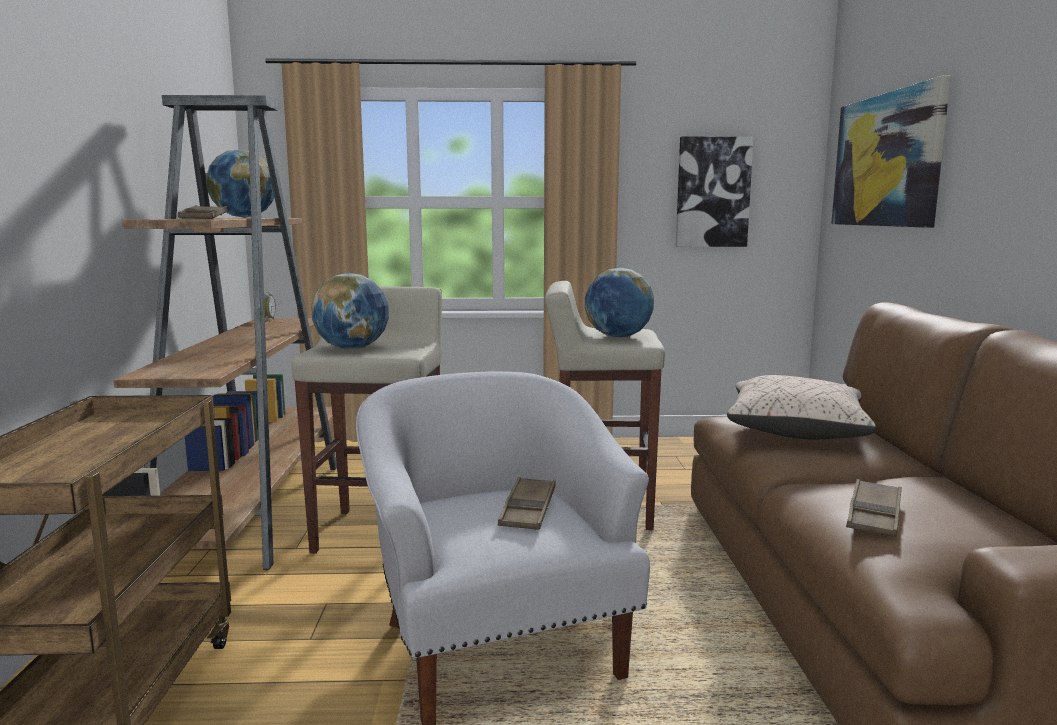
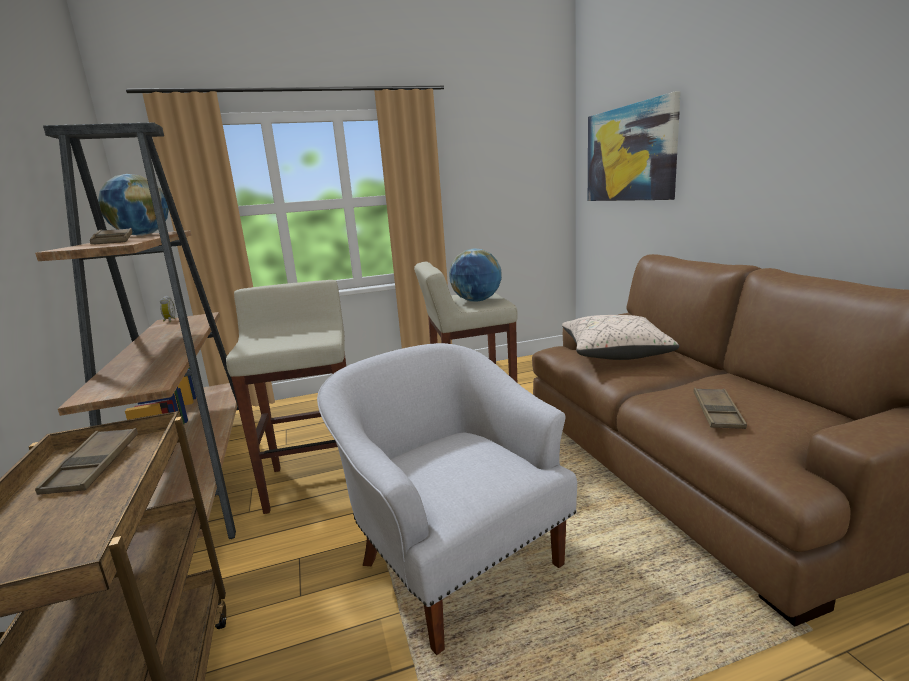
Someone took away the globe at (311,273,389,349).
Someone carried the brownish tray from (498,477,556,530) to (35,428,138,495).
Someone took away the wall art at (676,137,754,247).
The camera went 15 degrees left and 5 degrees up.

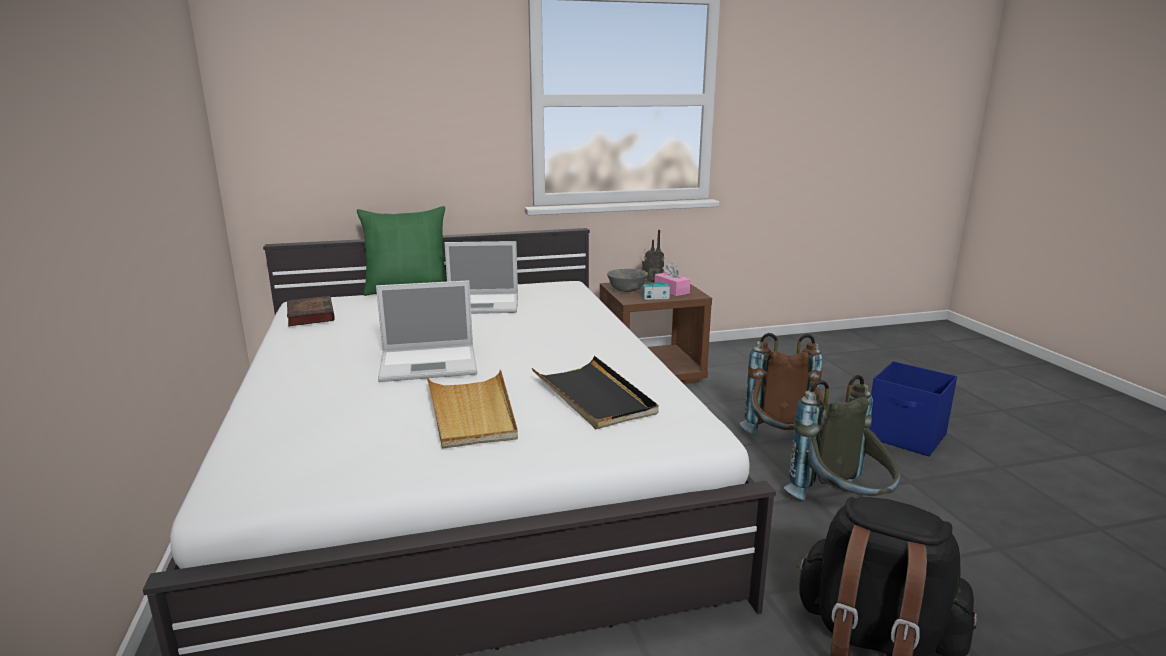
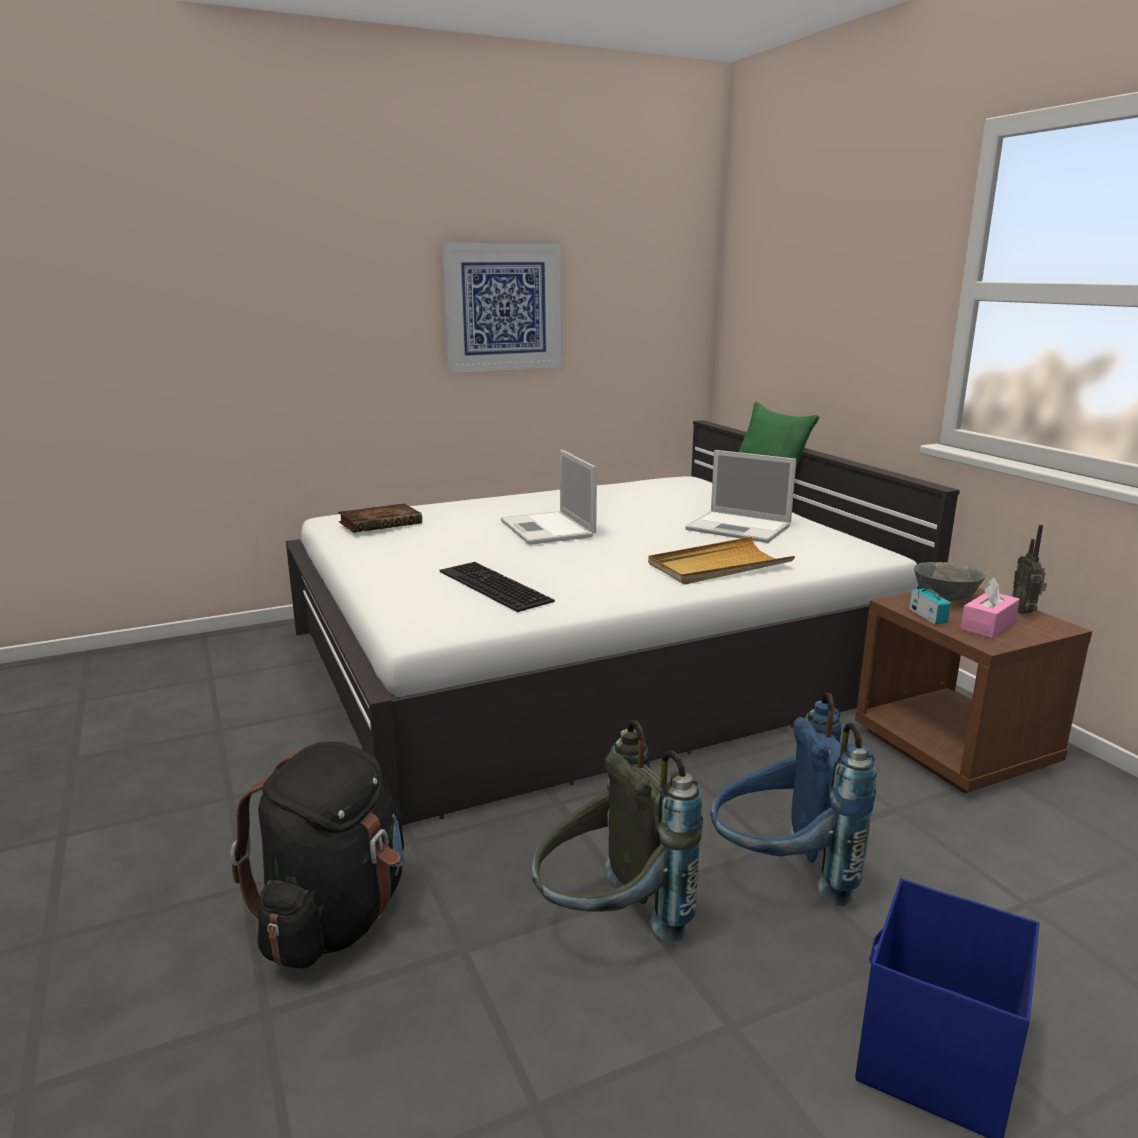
Someone carried the book from (287,296,335,326) to (338,504,422,533).
Someone carried the beige tray from (427,370,518,449) to (648,537,795,585).
Someone rotated the laptop at (444,241,518,314) by 45 degrees counterclockwise.
Someone swapped the blackish tray at (532,356,659,429) for the computer keyboard at (440,562,555,612).
Someone repainted the brownish knapsack at (740,333,824,435), which became the blue-coloured knapsack at (710,692,876,906).
Someone put up the wall art at (442,243,561,373).
The camera went 80 degrees right and 0 degrees up.

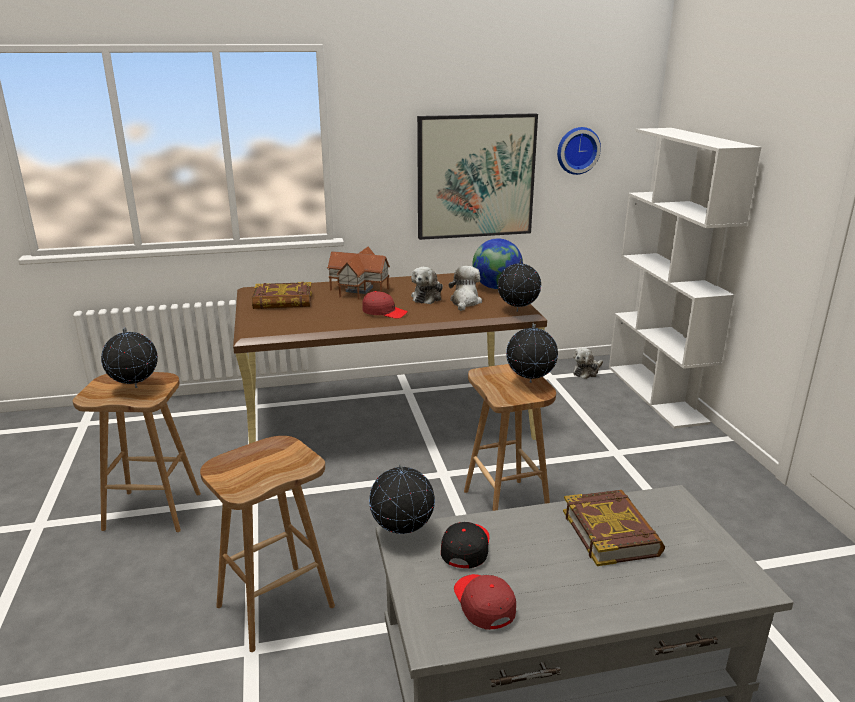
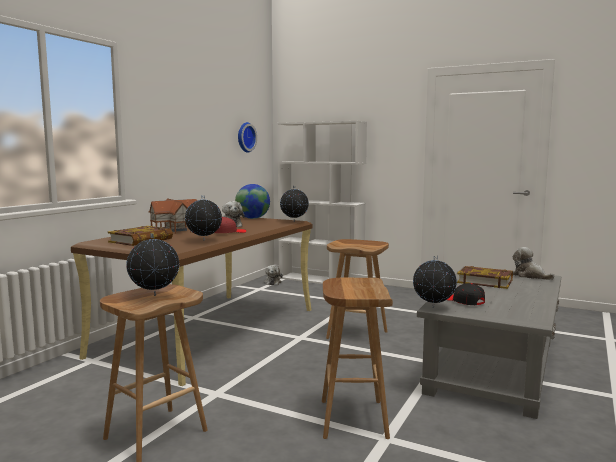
Someone took away the wall art at (417,113,538,240).
Someone carried the soft toy from (449,266,482,311) to (513,247,555,280).
Someone took away the red peaked cap at (454,574,516,630).
Someone carried the globe from (506,323,558,383) to (185,195,222,241).
The camera went 50 degrees left and 15 degrees down.

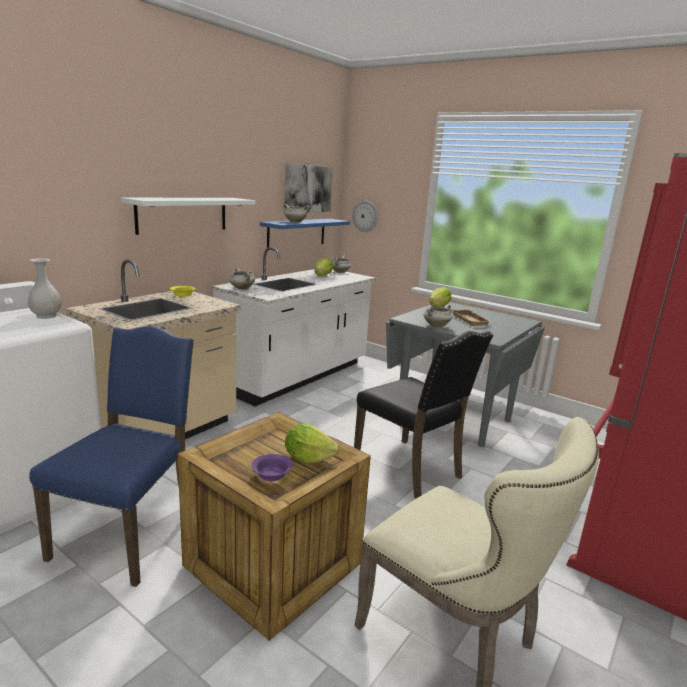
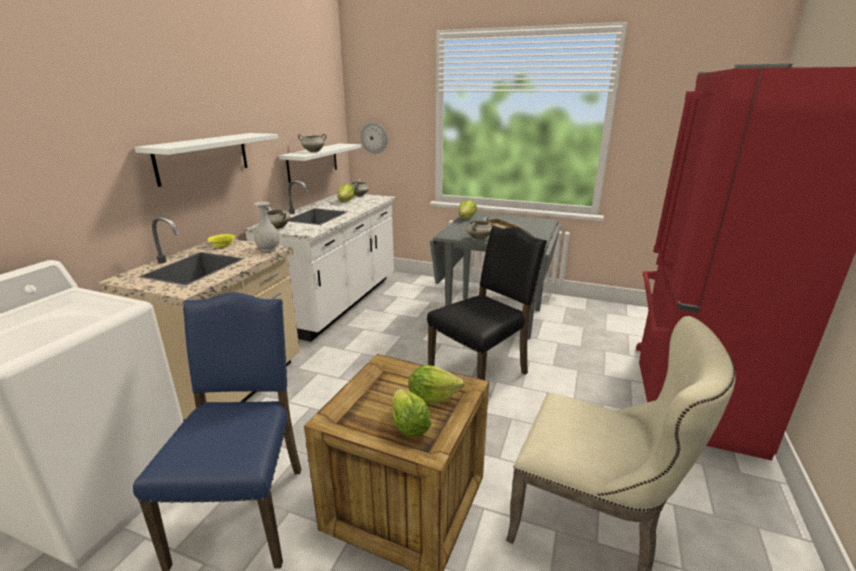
Someone carried the white-coloured vase from (28,258,62,319) to (254,202,280,252).
Someone swapped the purple-coloured bowl at (251,454,292,481) for the lettuce at (392,389,431,437).
Someone repainted the blue-coloured wall shelf at (260,219,350,248), which became the white-coloured wall shelf at (279,143,361,183).
Someone took away the wall art at (284,164,333,213).
Someone rotated the blackish plain chair at (354,331,493,498) by 75 degrees counterclockwise.
The camera went 15 degrees left and 5 degrees up.

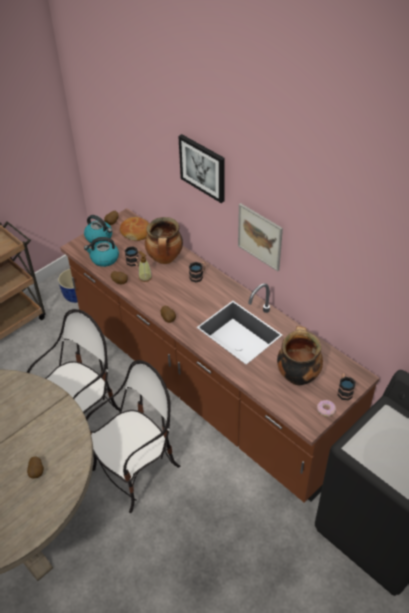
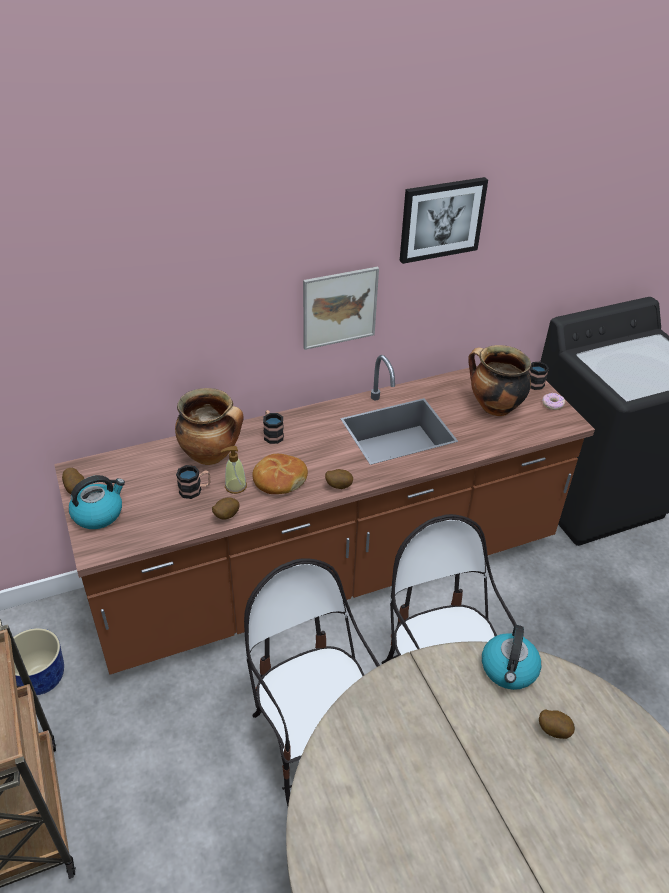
Someone carried the tea kettle from (84,237,119,267) to (482,625,541,690).
Someone carried the bread from (120,217,149,241) to (252,454,308,494).
Someone carried the wall art from (178,134,225,203) to (400,177,488,264).
The camera went 70 degrees left and 5 degrees down.

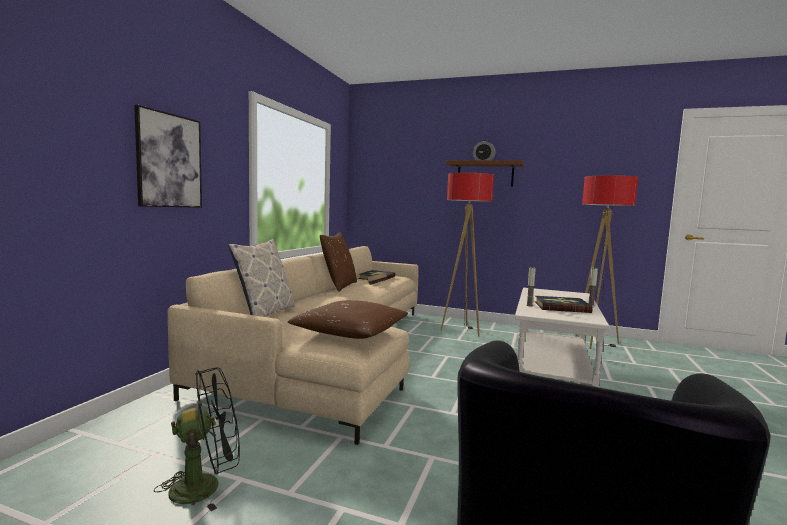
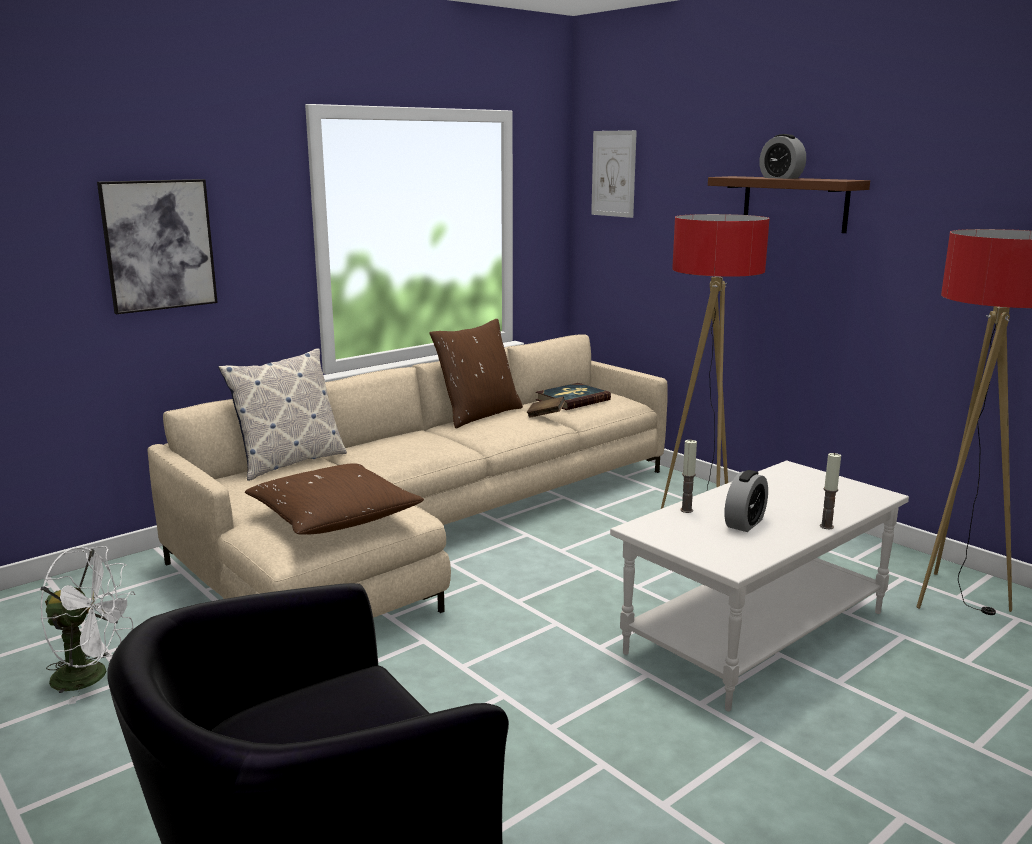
Someone repainted the blackish fan at (154,367,240,511), which became the white-coloured fan at (40,546,135,705).
Someone swapped the book at (535,296,592,313) for the bedside clock at (724,470,768,532).
Someone put up the wall art at (591,130,637,218).
The camera went 30 degrees right and 10 degrees up.

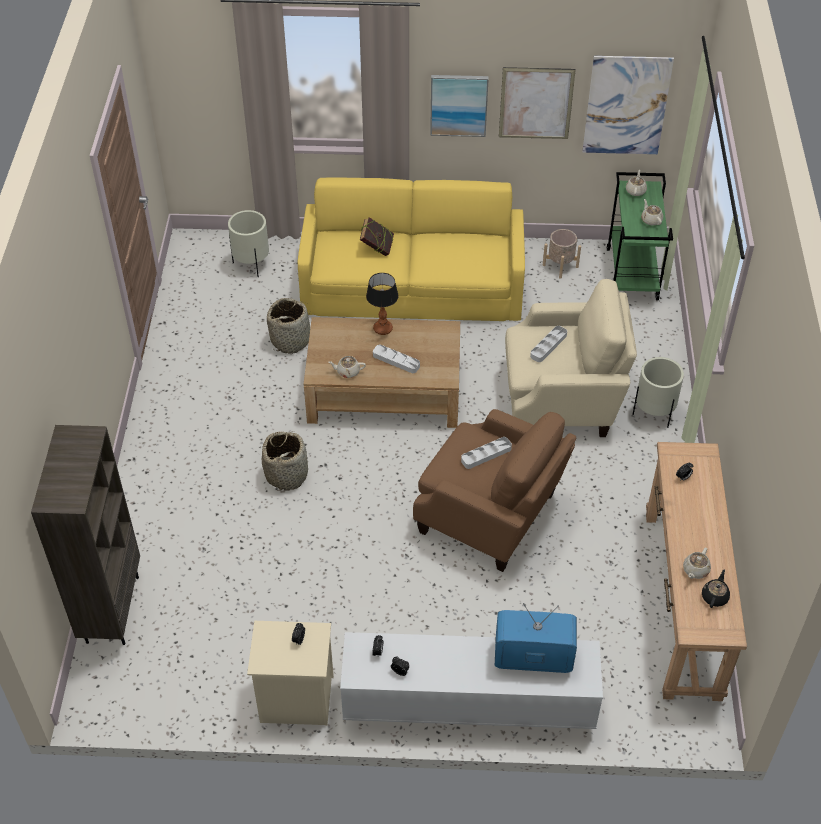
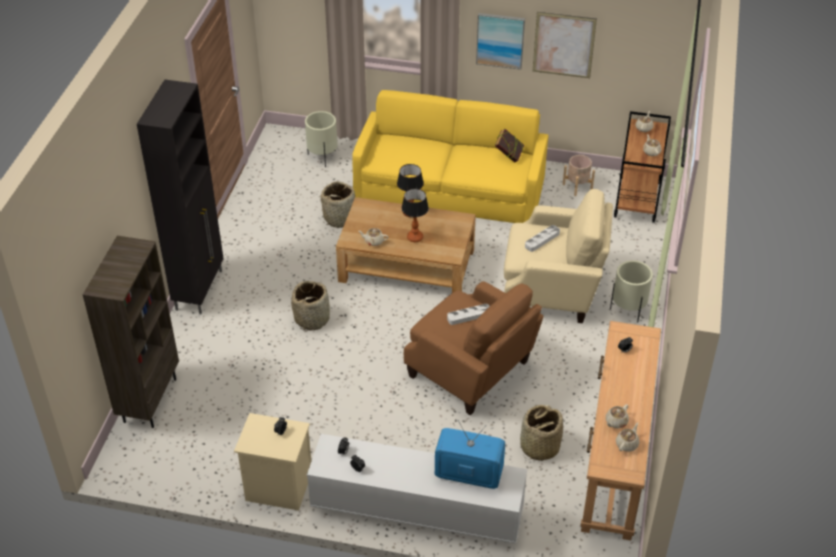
Someone carried the book from (360,217,394,256) to (495,129,524,162).
Someone swapped the grey tray at (373,344,420,373) for the tabletop lamp at (401,189,429,242).
Someone took away the wall art at (582,56,674,154).
Someone repainted the green trolley at (607,172,673,301), which became the brownish trolley at (614,111,671,223).
Someone repainted the blackish tea pot at (702,570,730,608), which became the beige tea pot at (616,423,639,452).
Someone put down the blackish cupboard at (137,80,224,314).
Someone put down the storage basket at (520,405,563,461).
The camera went 10 degrees right and 5 degrees down.

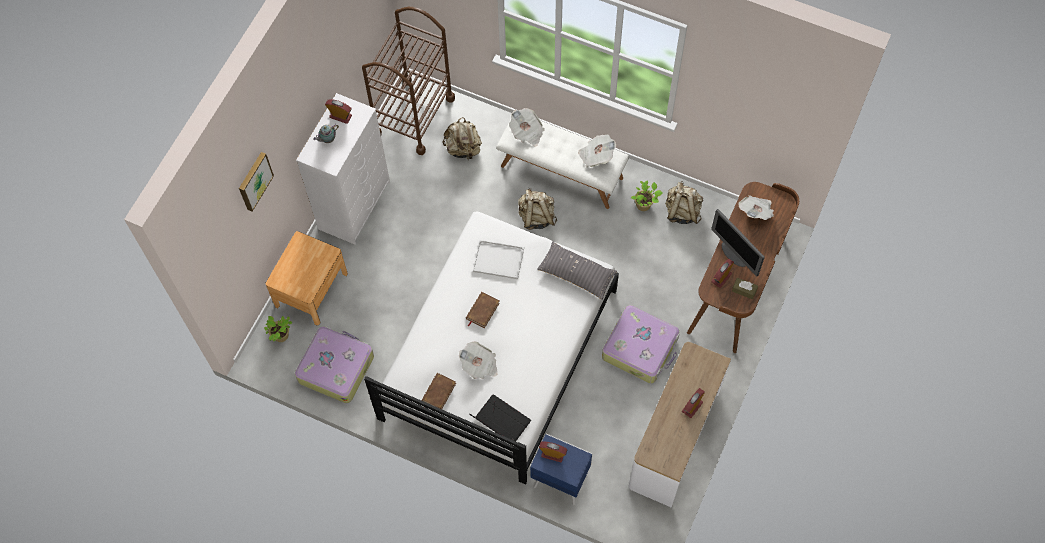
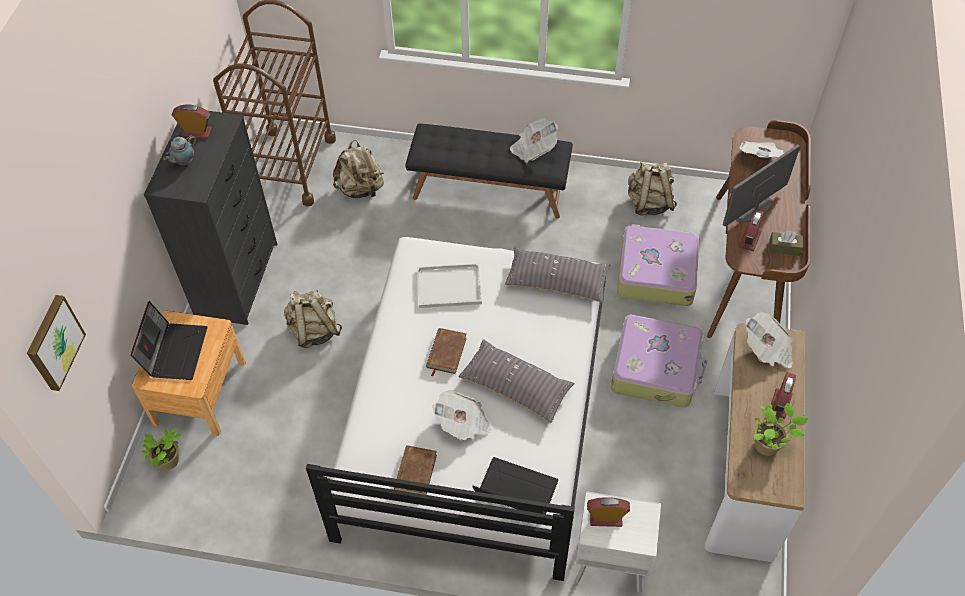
Someone carried the wall art from (239,152,274,212) to (27,295,86,391).
Someone carried the travel case from (295,326,374,403) to (617,224,699,306).
Someone repainted the white-coloured dresser at (296,93,390,244), which became the blackish dresser at (144,111,277,325).
Someone repainted the white-coloured bench at (496,120,629,209), which became the blackish bench at (405,123,573,219).
Someone carried the daily paper from (509,108,545,147) to (745,312,793,368).
Someone carried the beige knapsack from (518,188,557,230) to (284,290,342,348).
Someone repainted the blue-coloured night table at (530,434,593,505), which became the white-coloured night table at (575,491,661,593).
Someone carried the houseplant from (631,181,662,211) to (754,403,809,456).
Someone rotated the monitor at (711,209,765,277) by 105 degrees clockwise.
Someone put down the laptop at (131,301,208,380).
Someone put down the grey cushion at (459,339,575,423).
The camera went 15 degrees left and 10 degrees down.

